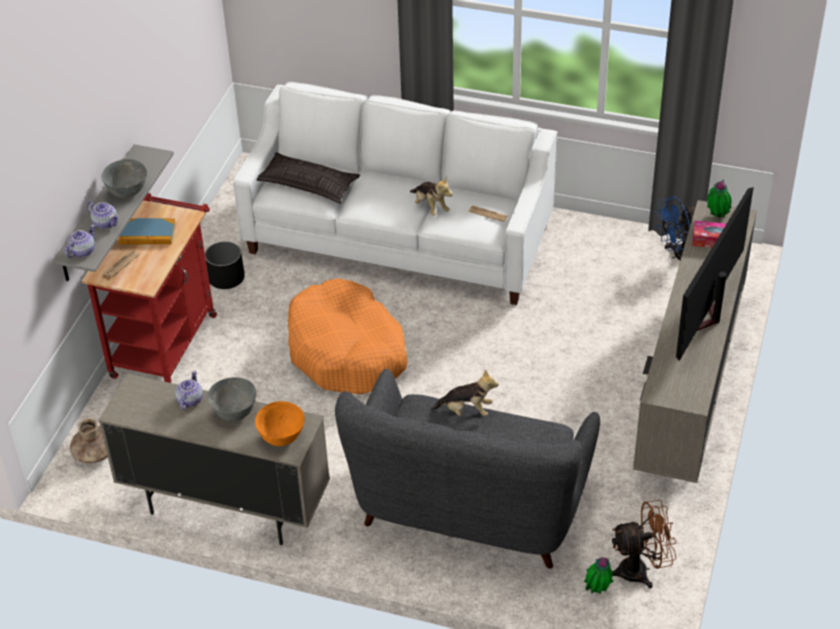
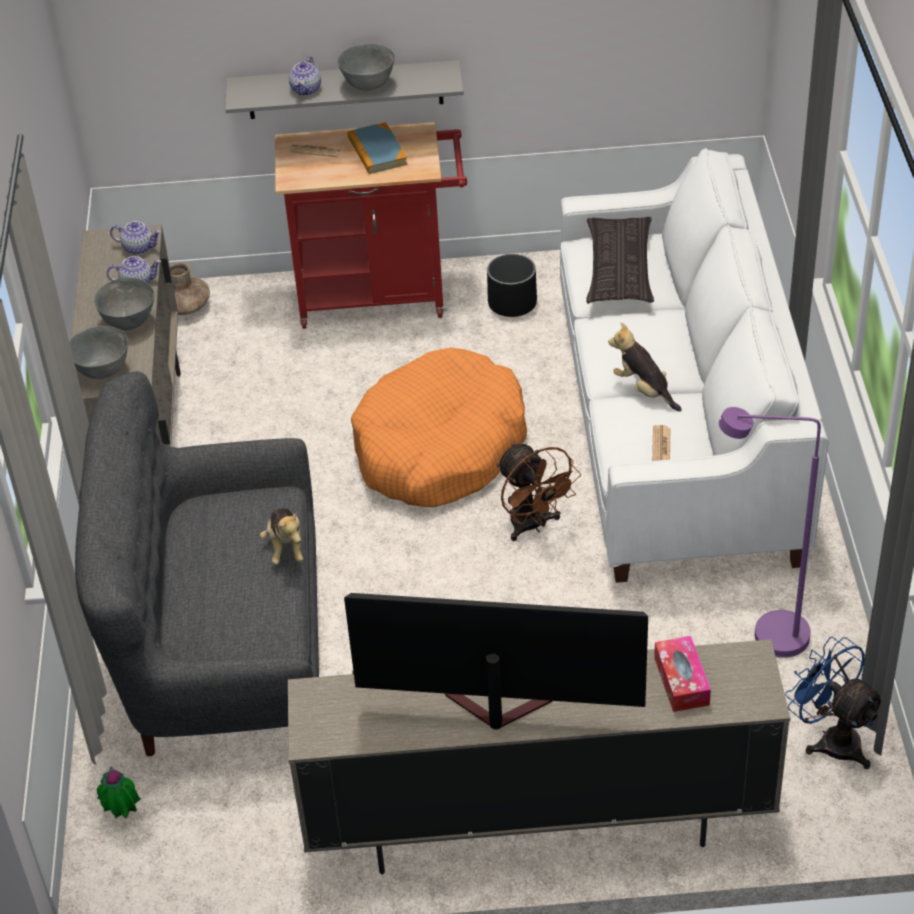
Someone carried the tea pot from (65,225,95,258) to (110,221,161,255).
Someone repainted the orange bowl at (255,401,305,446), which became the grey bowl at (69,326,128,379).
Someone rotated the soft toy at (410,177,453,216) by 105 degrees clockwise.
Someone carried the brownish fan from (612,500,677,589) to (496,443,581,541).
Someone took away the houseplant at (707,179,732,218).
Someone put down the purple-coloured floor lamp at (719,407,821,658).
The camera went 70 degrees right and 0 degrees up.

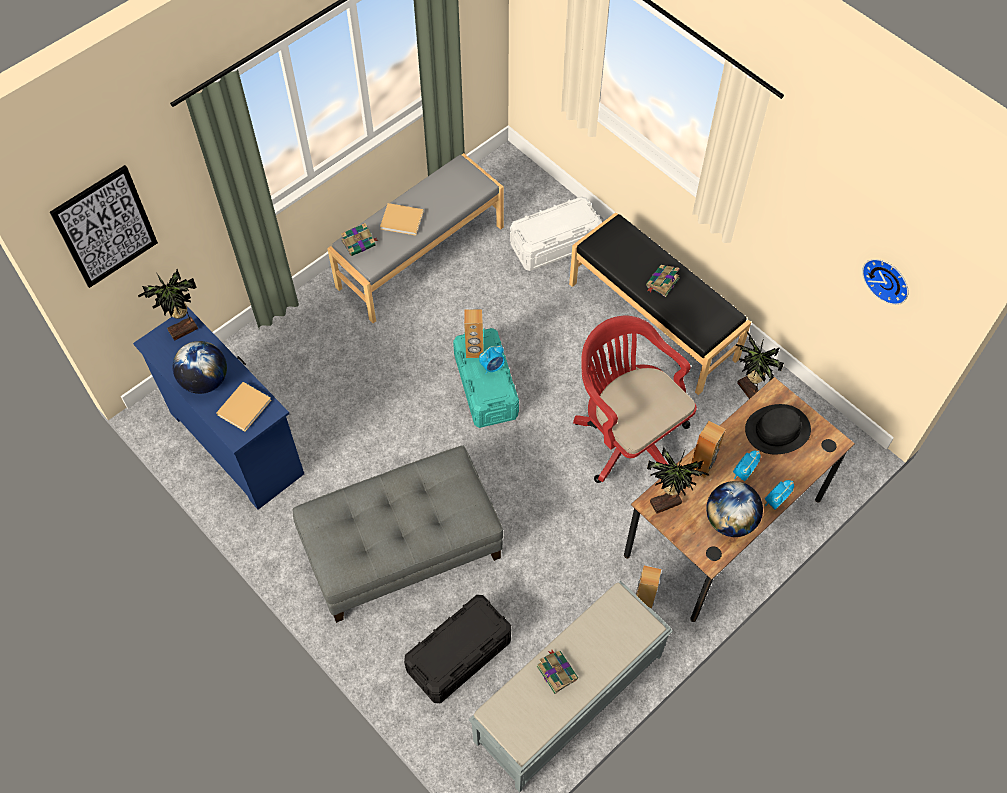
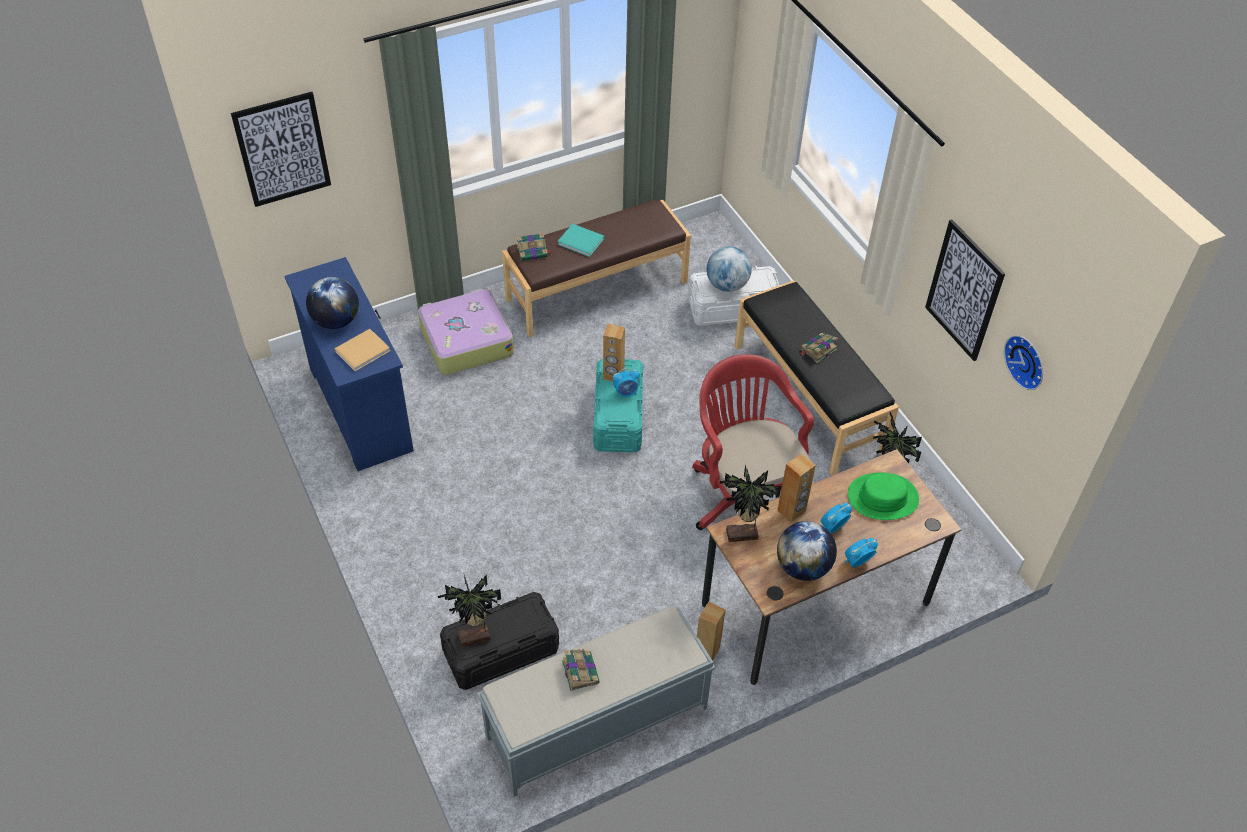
Someone carried the houseplant from (138,269,198,341) to (438,575,501,647).
Someone took away the grey pouffe at (292,445,503,623).
Someone repainted the grey bench at (327,153,504,323), which became the brownish bench at (502,199,691,337).
Someone repainted the beige book at (380,203,423,236), which became the turquoise-coloured book at (557,224,604,257).
Someone repainted the blackish hat at (745,404,811,454), which became the green hat at (848,473,919,520).
Someone put down the travel case at (418,289,514,375).
Someone put down the globe at (706,246,752,292).
Someone put up the wall art at (925,219,1005,361).
The camera went 15 degrees right and 10 degrees down.

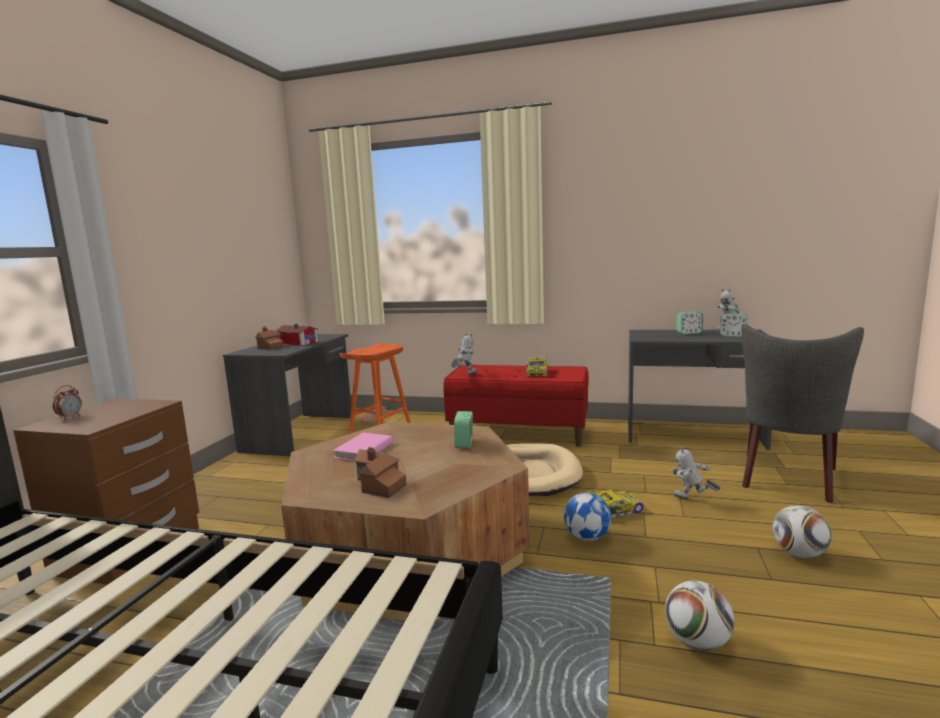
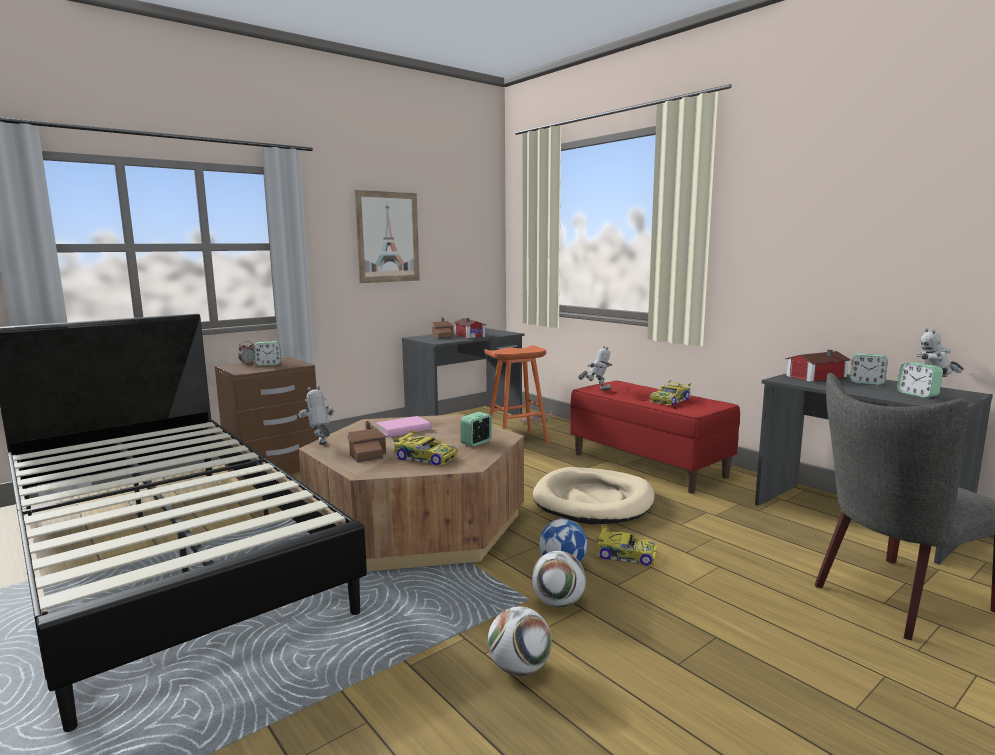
Someone carried the toy robot from (670,446,721,500) to (298,386,334,445).
Someone carried the football from (772,505,832,558) to (532,551,586,607).
Someone put down the bedside clock at (254,341,281,366).
Someone put up the wall art at (354,190,420,283).
Someone put down the miniature car at (393,431,458,465).
Someone put down the model house at (785,350,851,382).
The camera went 35 degrees right and 0 degrees up.

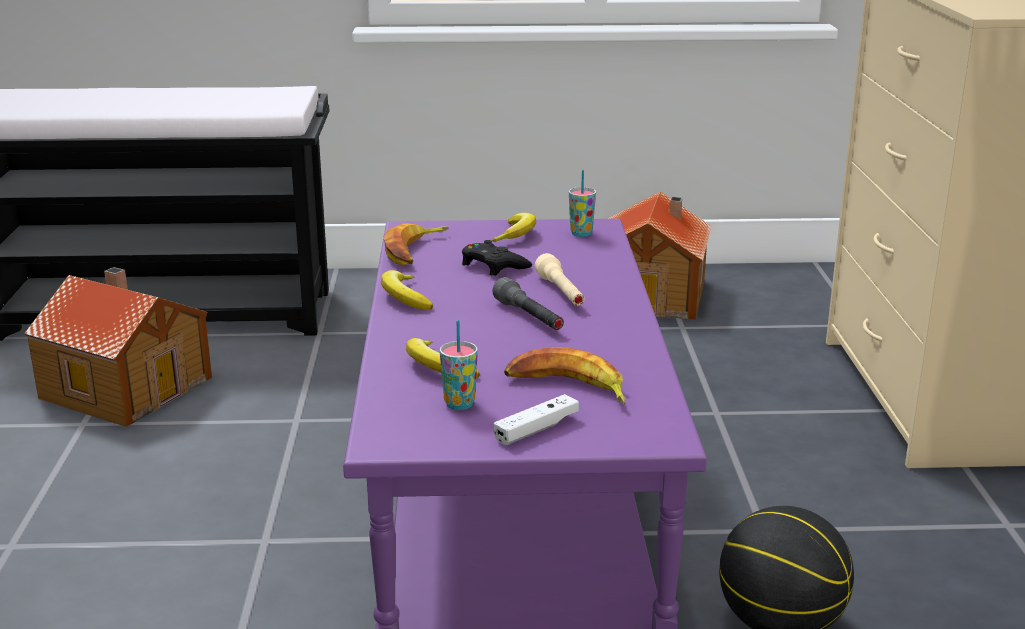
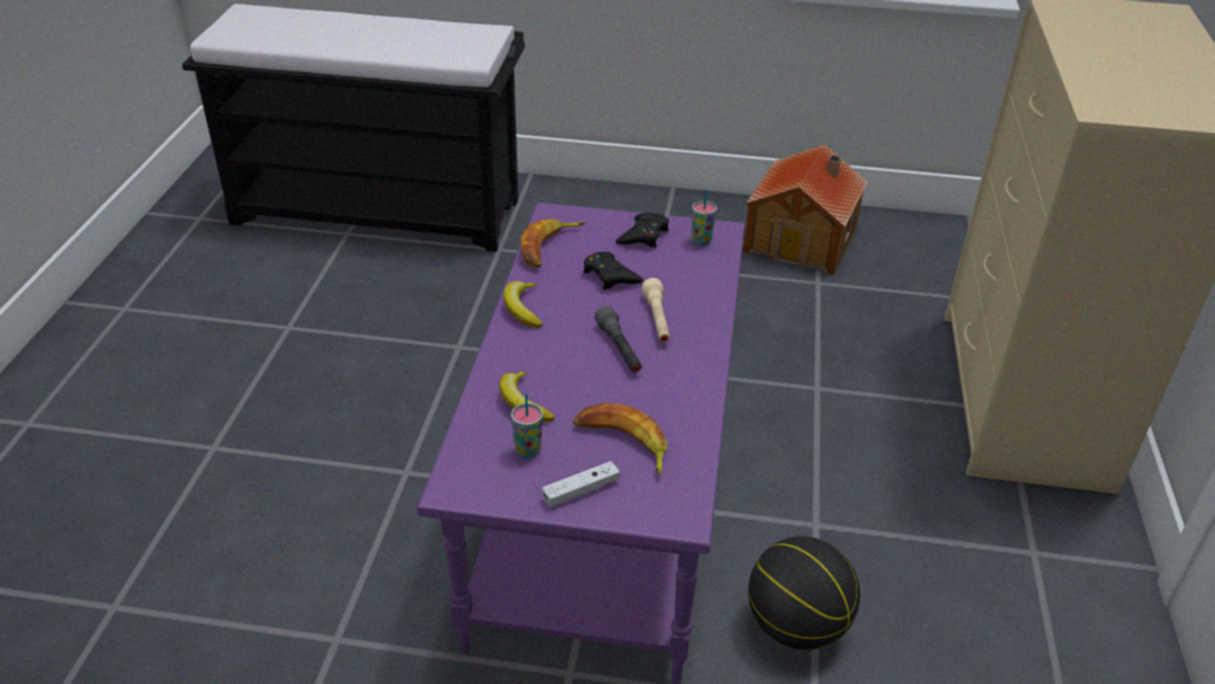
Someone took away the model house at (24,267,212,427).
Someone swapped the whole banana at (491,213,536,242) for the blackish game controller at (616,213,669,248).
The camera went 10 degrees right and 15 degrees up.

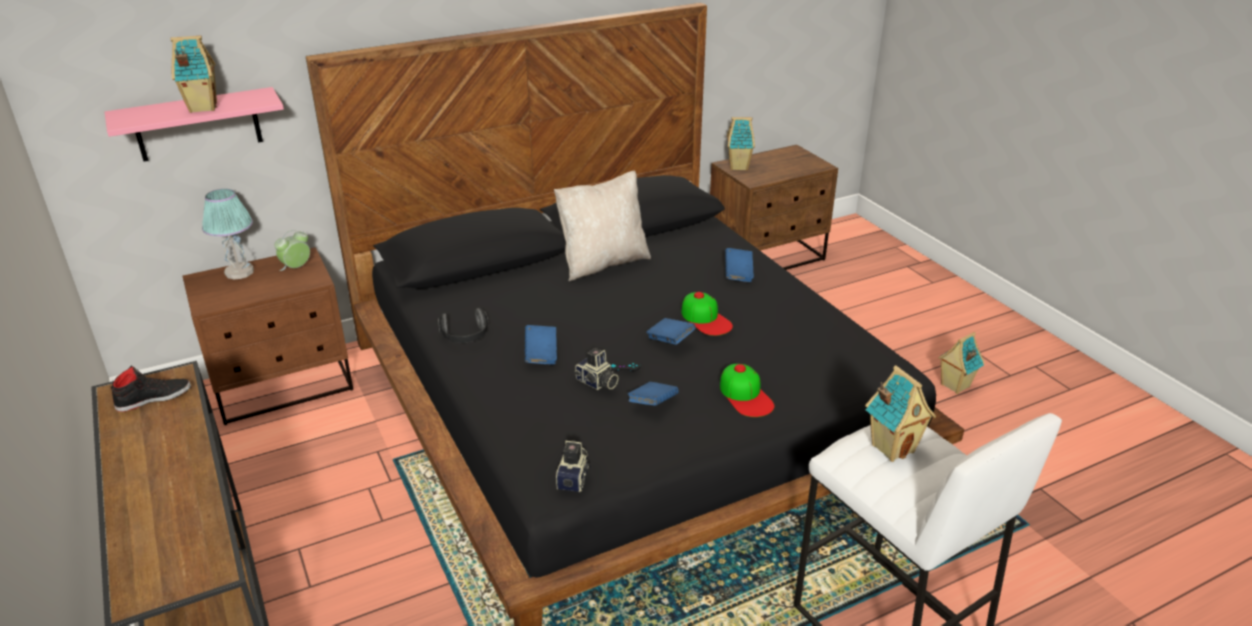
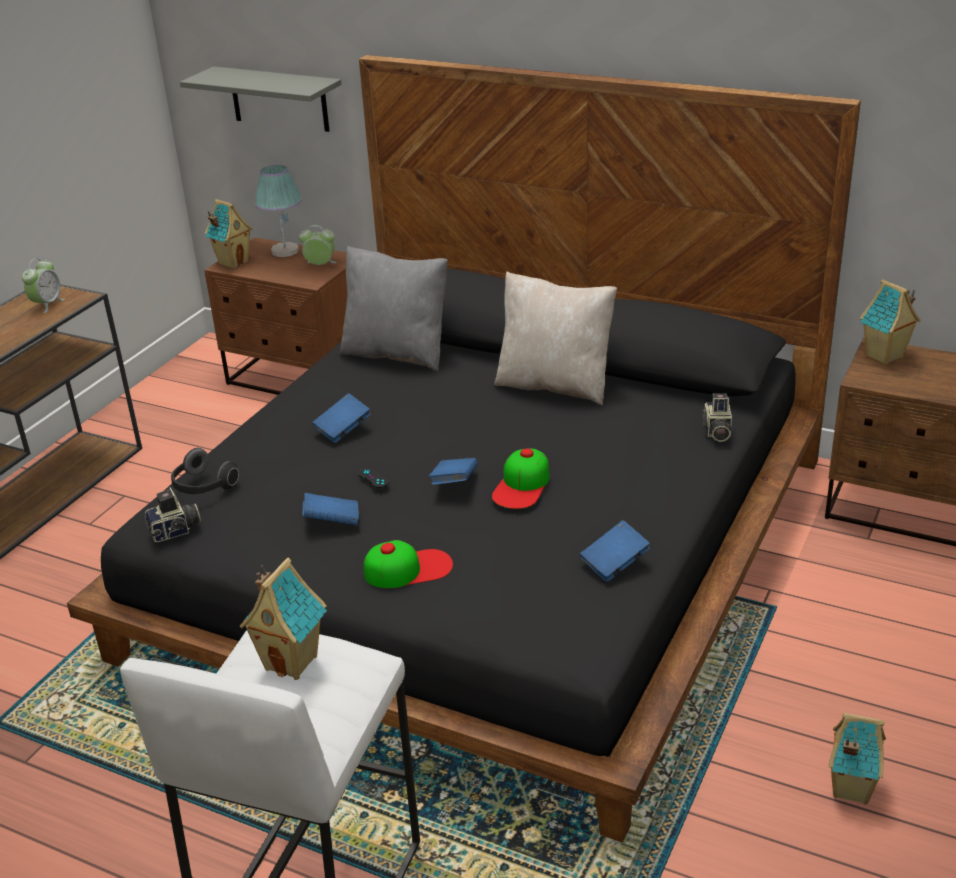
Someone repainted the pink wall shelf at (105,87,284,162), which became the grey wall shelf at (180,66,341,132).
Someone swapped the blackish low shoe at (111,366,191,412) for the bedside clock at (22,258,64,313).
Someone carried the model house from (170,35,217,113) to (205,199,253,269).
Someone carried the headset from (438,308,488,343) to (171,448,239,494).
Someone carried the still camera from (574,348,619,390) to (702,393,732,442).
Someone rotated the peaked cap at (720,364,775,417) by 135 degrees counterclockwise.
Someone carried the blue-coloured book from (725,248,754,282) to (580,520,650,582).
Someone put down the grey cushion at (340,246,448,371).
The camera went 55 degrees right and 0 degrees up.

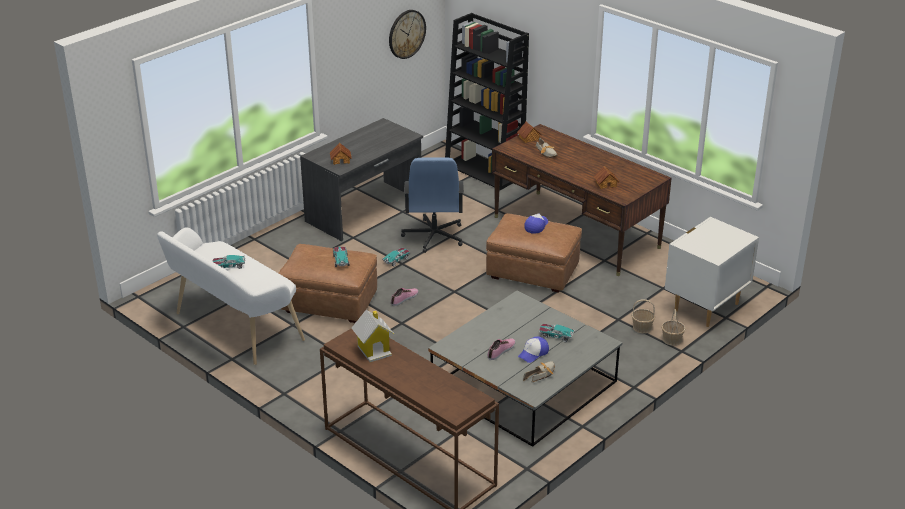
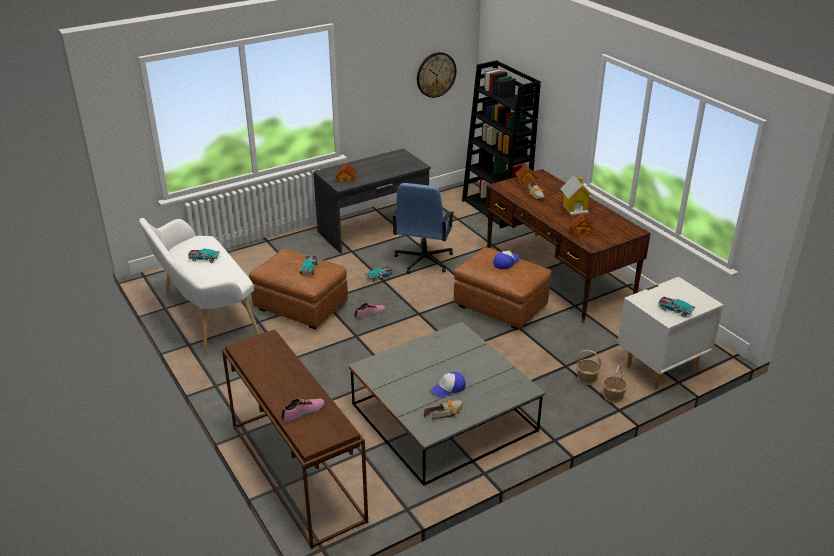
Someone carried the model house from (352,310,394,362) to (560,176,593,216).
Someone carried the low shoe from (488,338,515,360) to (281,398,324,422).
Someone carried the miniature car from (539,324,575,342) to (659,297,695,318).
The camera went 15 degrees right and 0 degrees up.

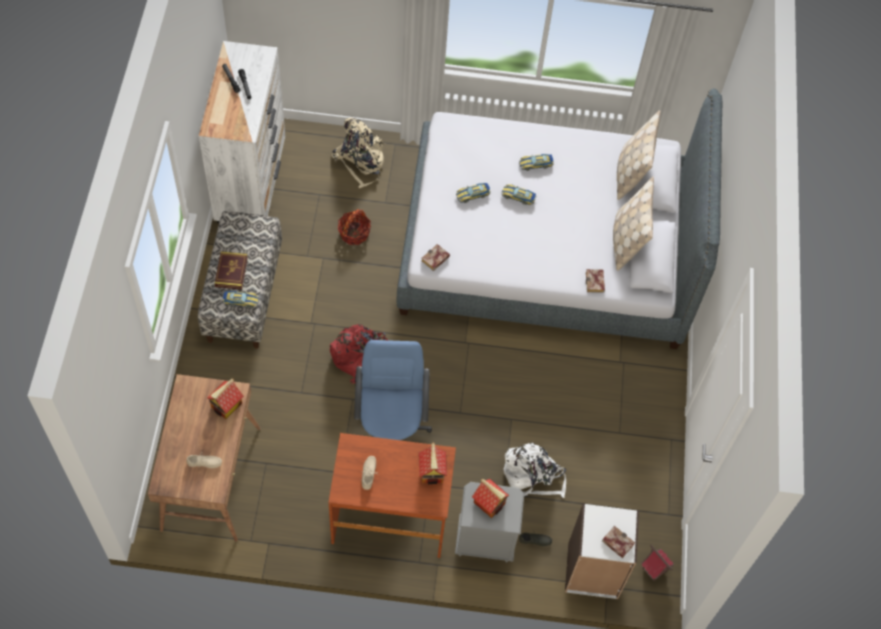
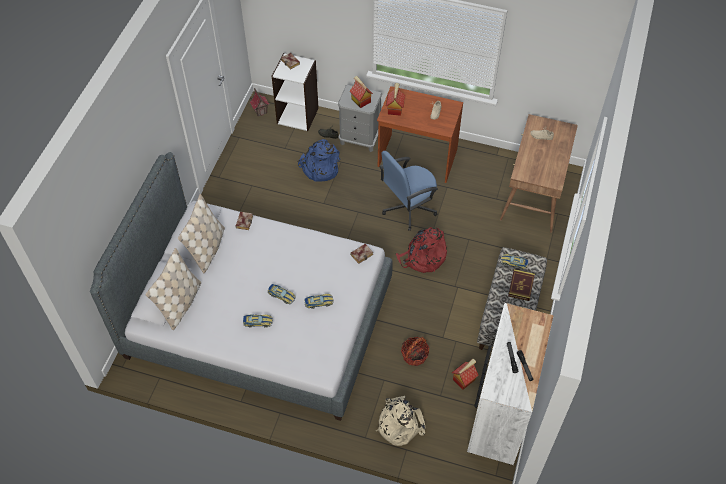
Someone carried the model house from (207,379,244,419) to (452,359,479,390).
Someone rotated the blue-coloured desk chair at (354,340,432,440) by 45 degrees clockwise.
Someone repainted the white-coloured knapsack at (504,442,566,498), which became the blue-coloured knapsack at (298,139,340,182).
The camera went 165 degrees left and 5 degrees down.

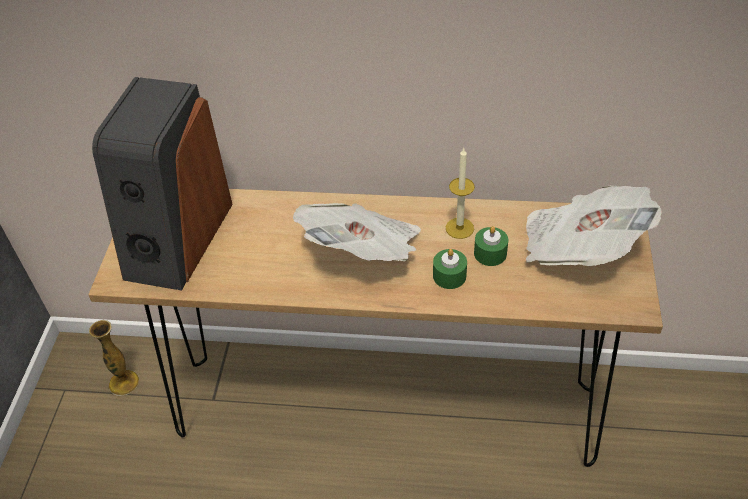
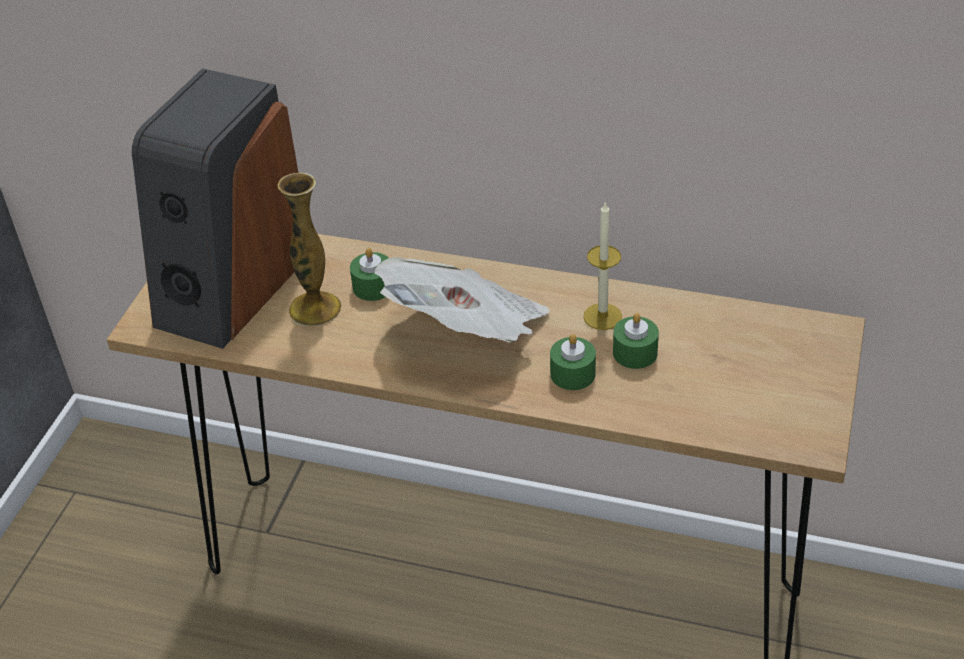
Someone carried the vase from (89,320,139,396) to (278,173,341,326).
Someone took away the daily paper at (526,185,662,266).
Someone put down the green wax light at (350,248,389,301).
The camera went 10 degrees right and 5 degrees down.

